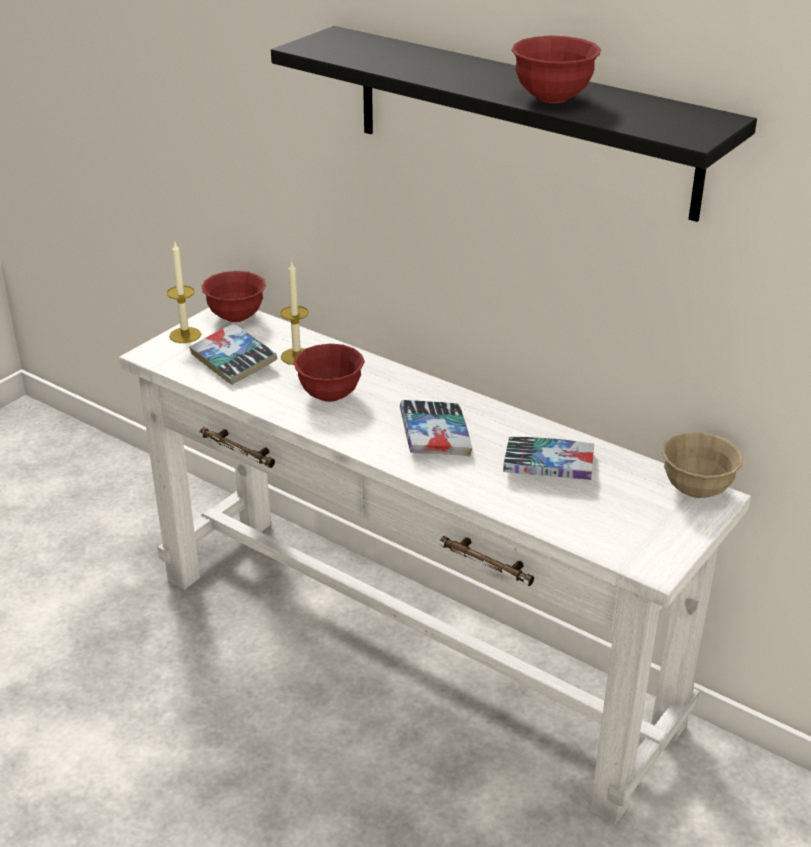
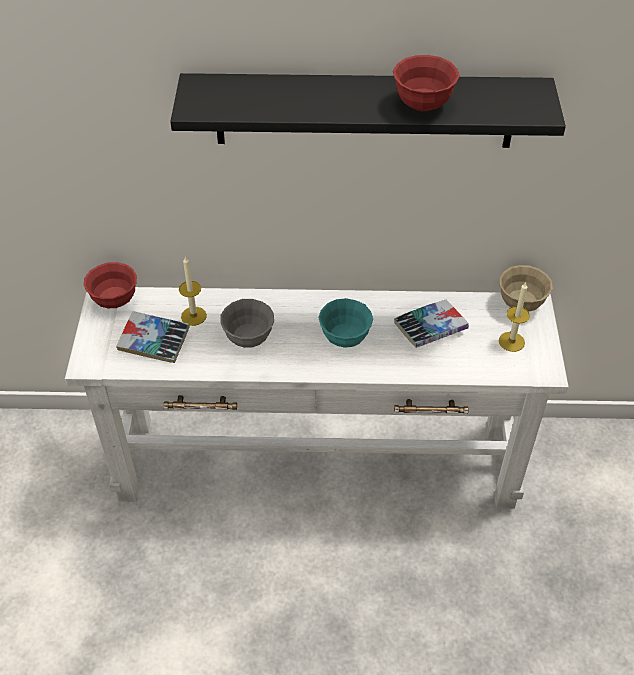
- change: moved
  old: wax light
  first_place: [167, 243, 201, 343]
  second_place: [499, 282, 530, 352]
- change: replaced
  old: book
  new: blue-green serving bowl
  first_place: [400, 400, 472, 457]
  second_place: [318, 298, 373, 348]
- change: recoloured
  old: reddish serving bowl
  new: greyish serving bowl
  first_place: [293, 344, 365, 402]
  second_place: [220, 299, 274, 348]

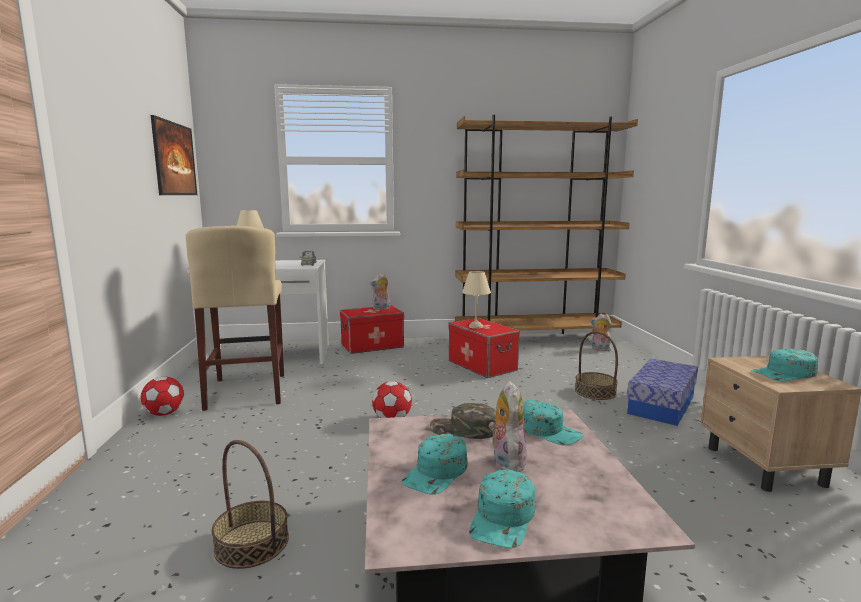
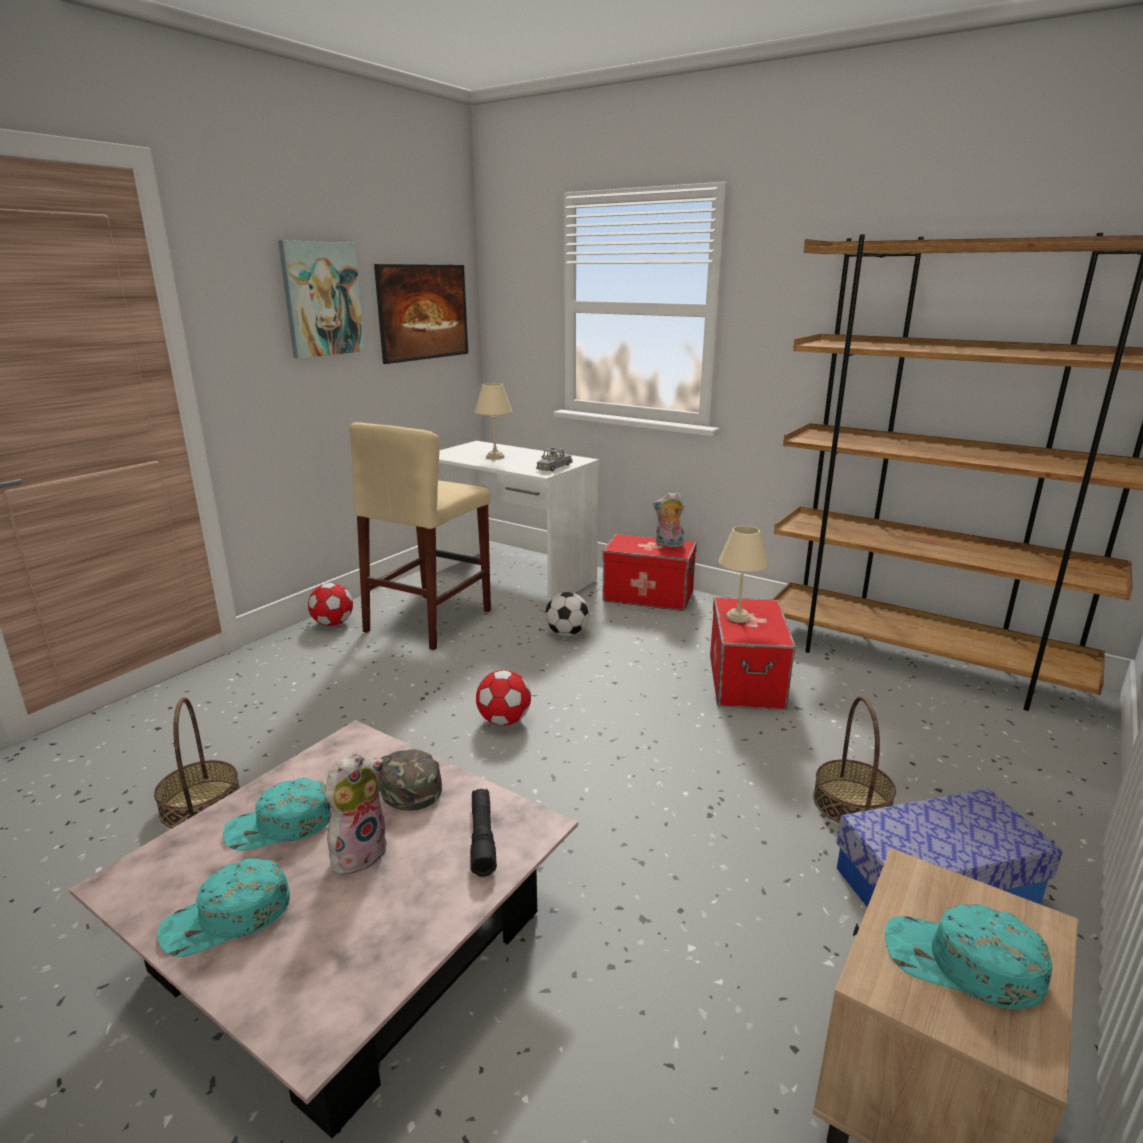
- change: removed
  old: cuddly toy
  first_place: [590, 314, 612, 351]
- change: added
  new: wall art
  second_place: [278, 240, 365, 358]
- change: added
  new: football ball
  second_place: [545, 592, 589, 636]
- change: replaced
  old: blue-green baseball cap
  new: black-coloured torch
  first_place: [523, 400, 584, 445]
  second_place: [470, 789, 497, 877]

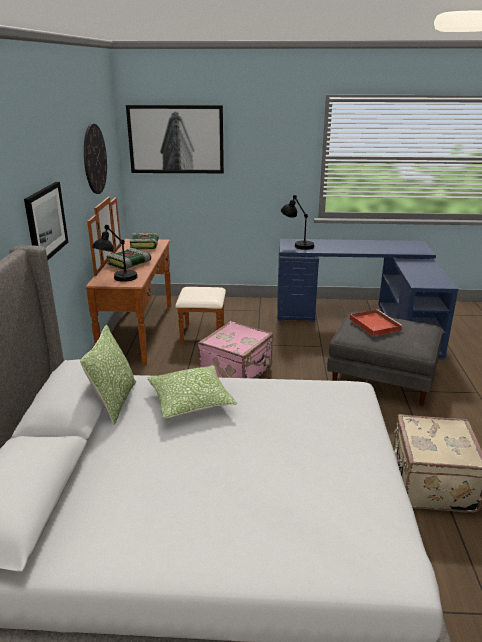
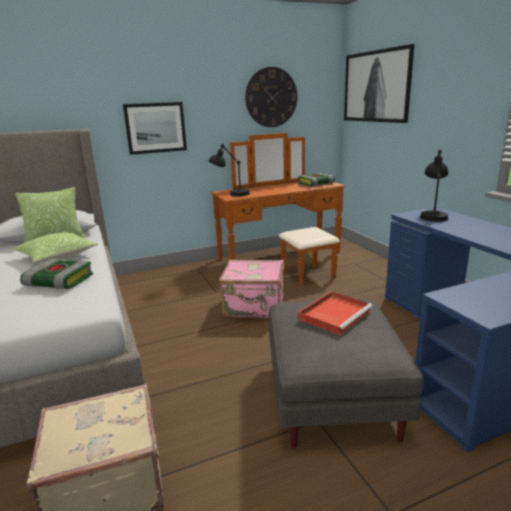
- change: moved
  old: book
  first_place: [107, 248, 151, 269]
  second_place: [20, 259, 93, 289]

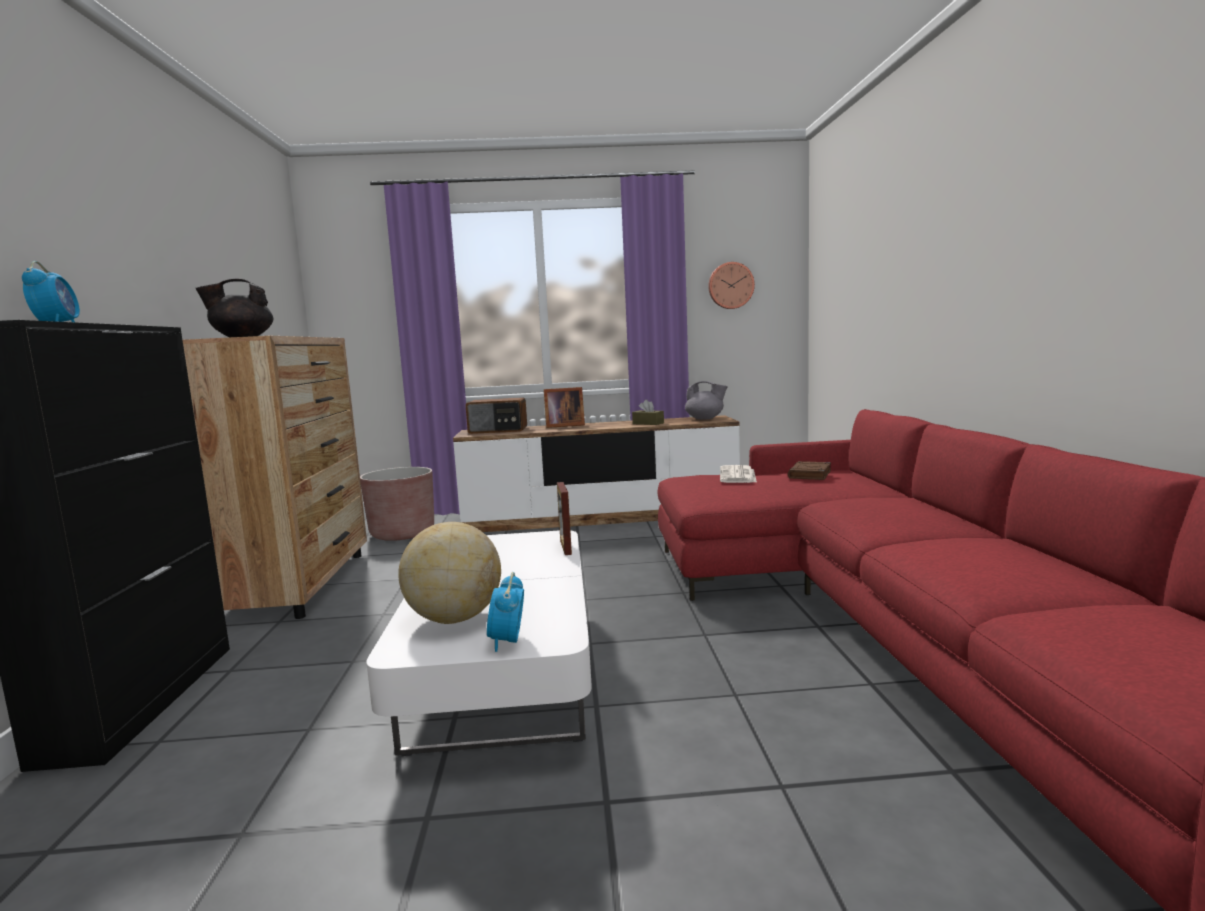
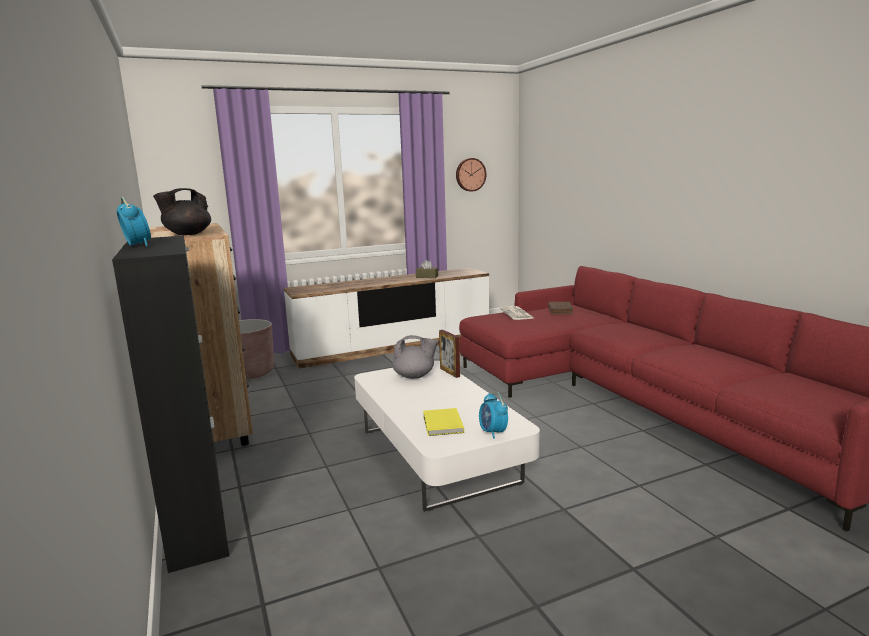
- change: removed
  old: radio
  first_place: [465, 397, 527, 434]
- change: removed
  old: photo frame
  first_place: [544, 387, 585, 428]
- change: moved
  old: greyish pot for tea
  first_place: [685, 381, 728, 419]
  second_place: [392, 335, 438, 379]
- change: replaced
  old: globe
  new: yellow book
  first_place: [398, 522, 501, 624]
  second_place: [423, 408, 464, 436]

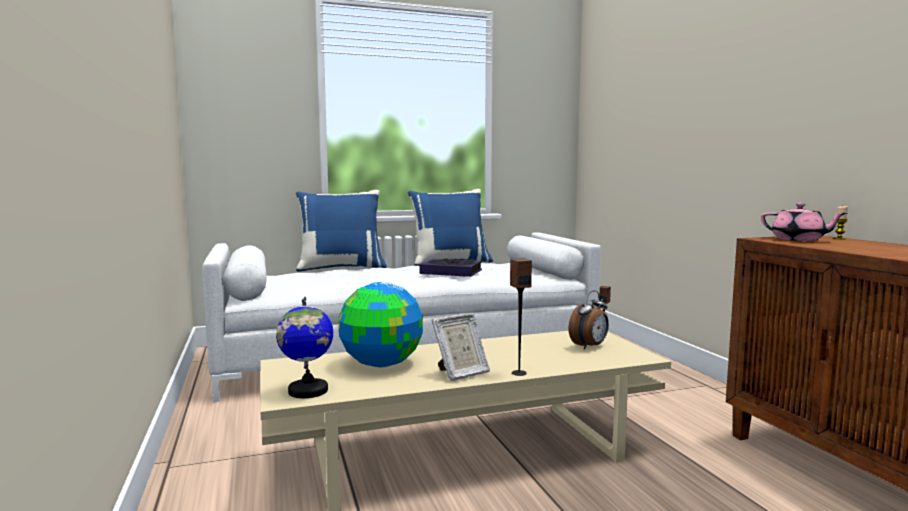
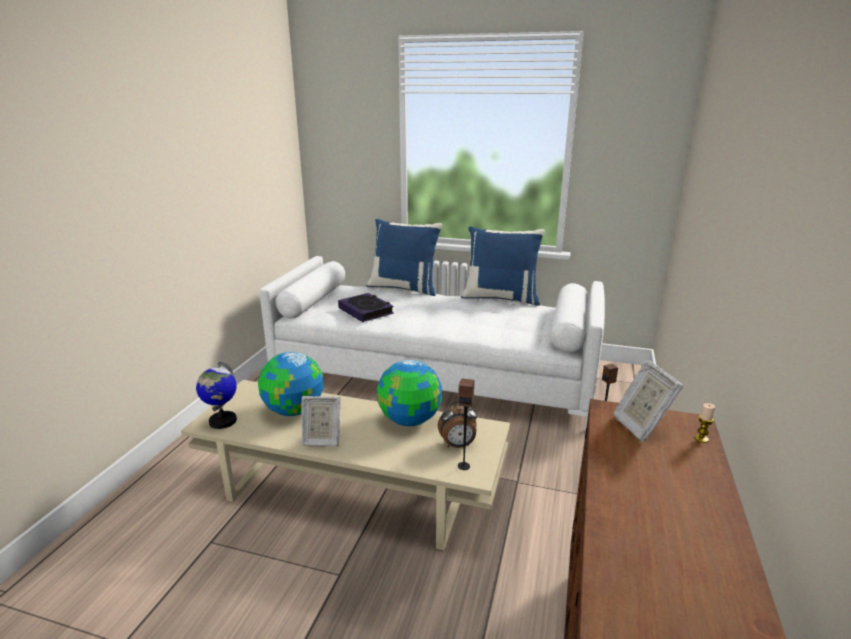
- change: added
  new: globe
  second_place: [377, 360, 442, 426]
- change: moved
  old: book
  first_place: [419, 258, 482, 277]
  second_place: [338, 293, 394, 322]
- change: moved
  old: audio speaker
  first_place: [510, 258, 532, 376]
  second_place: [458, 378, 474, 470]
- change: replaced
  old: pink-coloured pot for tea
  new: photo frame
  first_place: [761, 203, 847, 241]
  second_place: [613, 360, 684, 442]

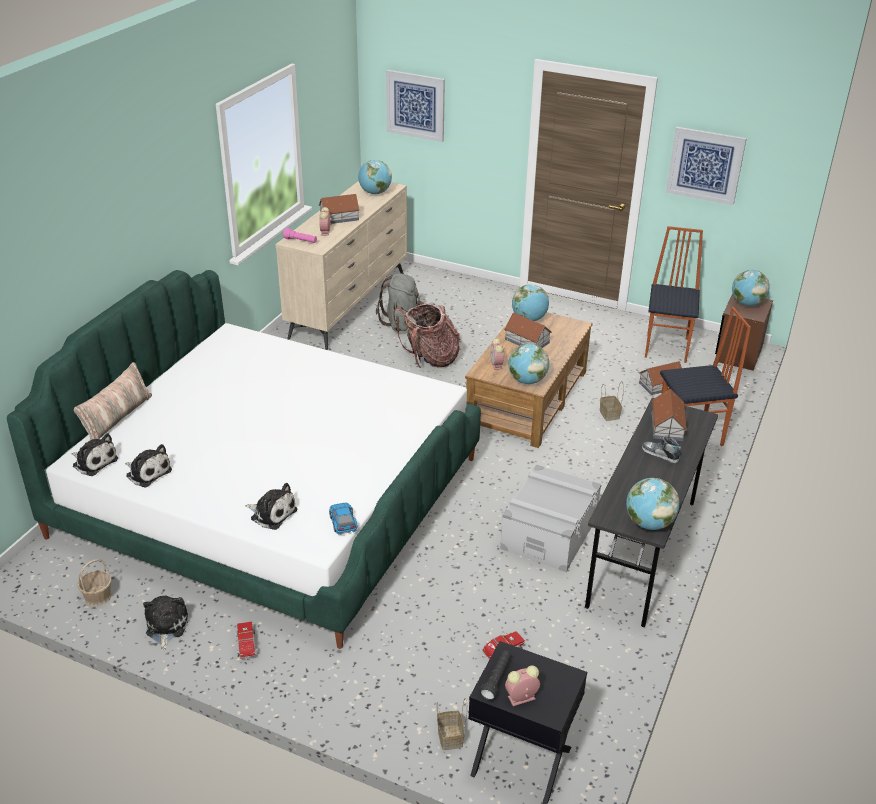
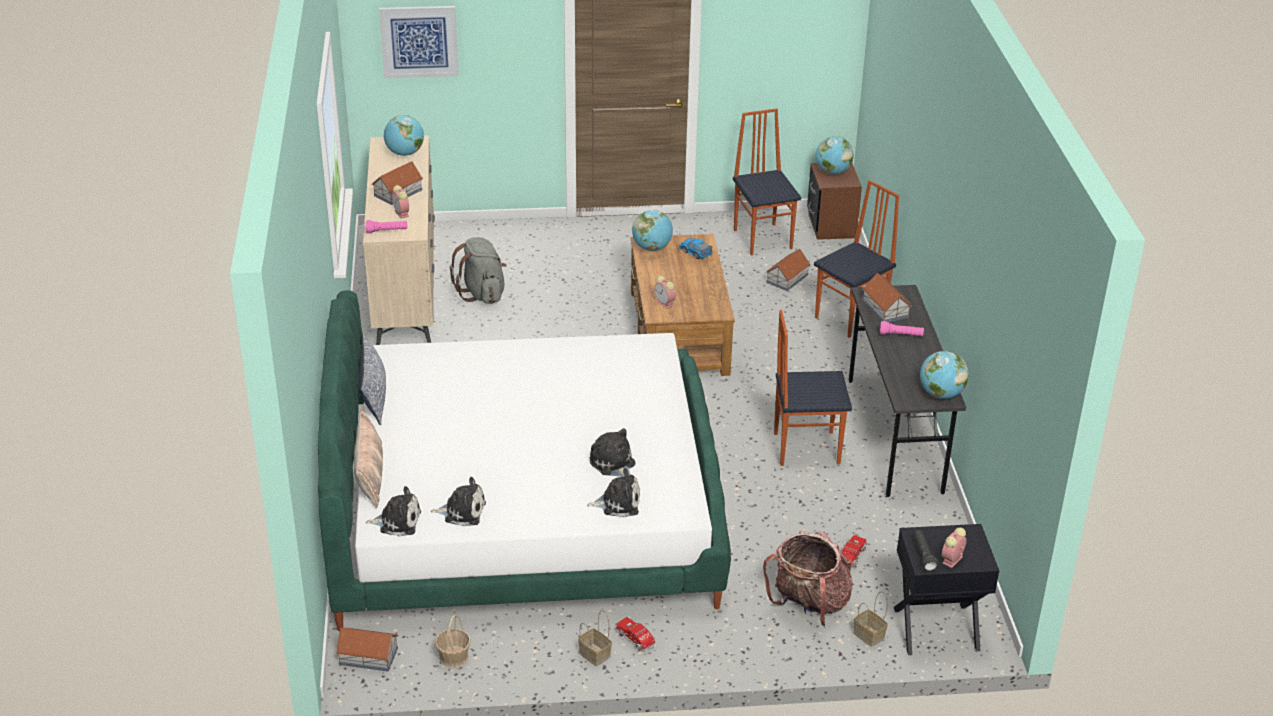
- change: removed
  old: globe
  first_place: [509, 343, 549, 384]
- change: removed
  old: wall art
  first_place: [666, 127, 747, 205]
- change: added
  new: pillow
  second_place: [359, 333, 386, 425]
- change: moved
  old: cuddly toy
  first_place: [143, 595, 188, 650]
  second_place: [590, 428, 635, 477]
- change: moved
  old: toy car
  first_place: [329, 503, 357, 535]
  second_place: [679, 238, 713, 259]
- change: moved
  old: knapsack
  first_place: [393, 303, 460, 368]
  second_place: [763, 530, 852, 627]
- change: moved
  old: miniature house
  first_place: [504, 313, 552, 348]
  second_place: [336, 628, 399, 671]
- change: moved
  old: household basket
  first_place: [600, 381, 624, 421]
  second_place: [578, 610, 612, 666]
- change: replaced
  old: greyish storage box
  new: plain chair
  first_place: [500, 464, 601, 572]
  second_place: [774, 310, 852, 466]
- change: replaced
  old: shoe
  new: pink-coloured torch
  first_place: [642, 435, 681, 463]
  second_place: [880, 321, 924, 336]

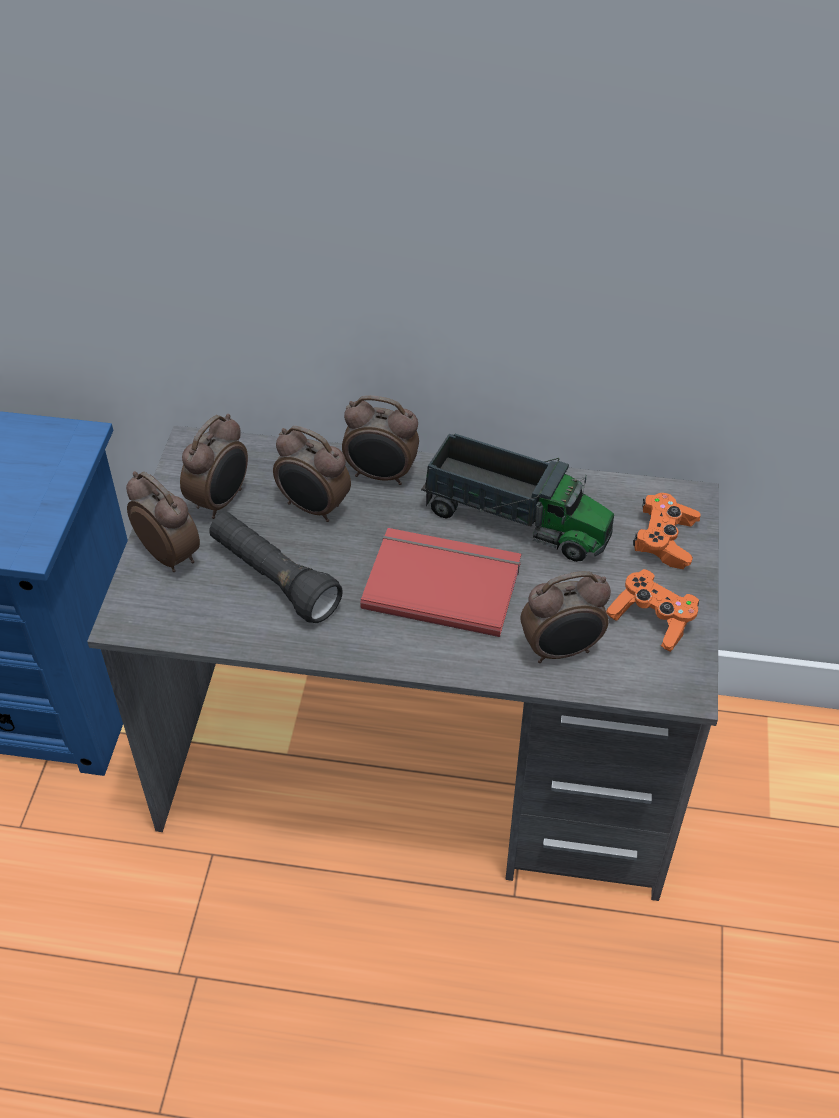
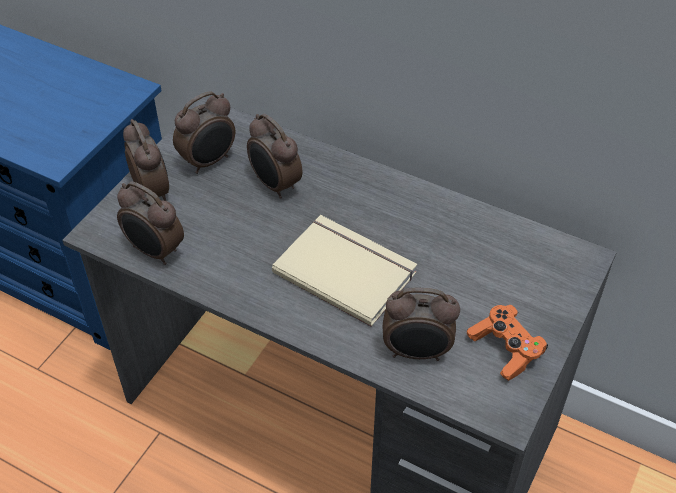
- change: removed
  old: black-coloured torch
  first_place: [209, 512, 343, 623]
- change: removed
  old: toy lorry
  first_place: [421, 434, 614, 562]
- change: removed
  old: orange gamepad
  first_place: [633, 493, 701, 569]
- change: moved
  old: bedside clock
  first_place: [342, 395, 419, 485]
  second_place: [117, 181, 184, 265]
- change: recoloured
  old: reddish book
  new: sand-coloured book
  first_place: [360, 528, 521, 637]
  second_place: [272, 215, 417, 327]

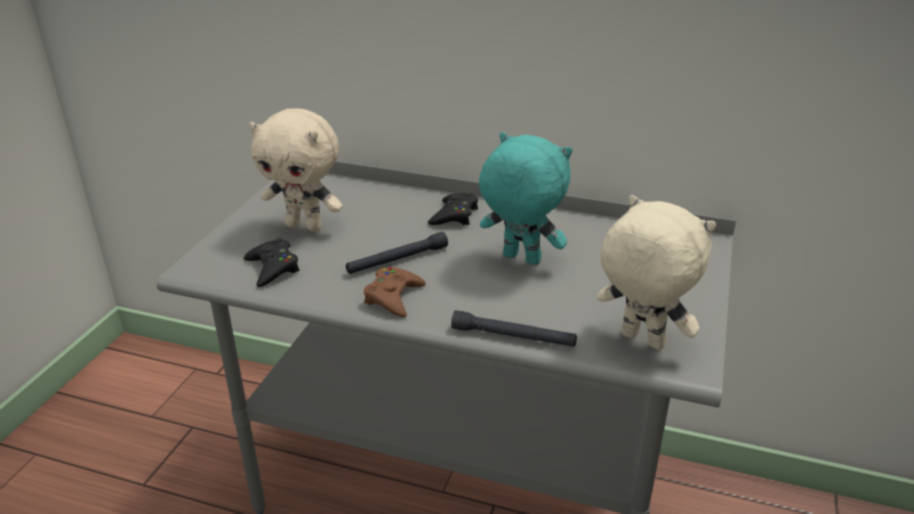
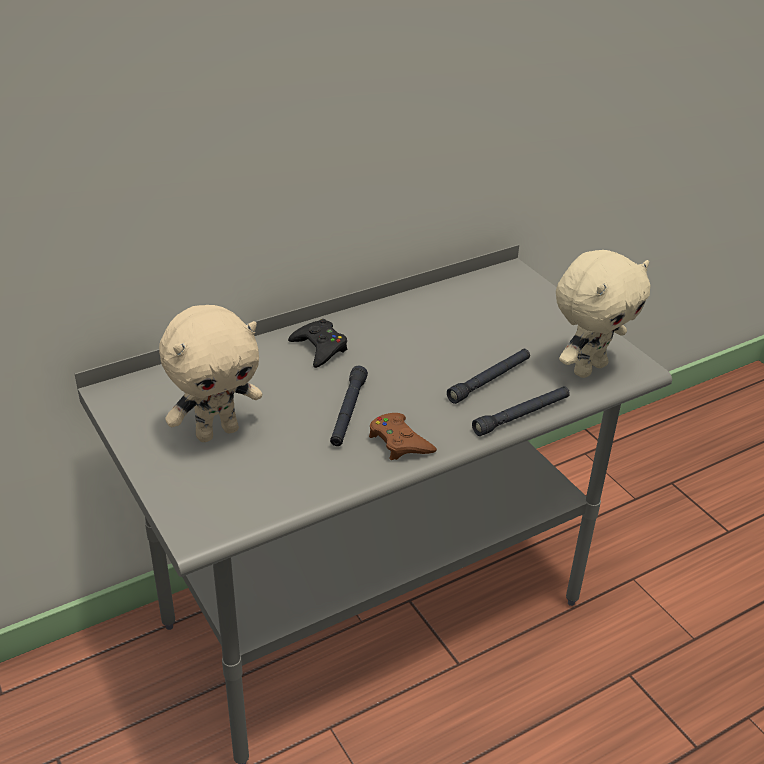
- change: removed
  old: black-coloured gamepad
  first_place: [244, 238, 299, 287]
- change: removed
  old: blue-green cuddly toy
  first_place: [479, 132, 572, 265]
- change: added
  new: black-coloured torch
  second_place: [447, 349, 530, 404]
- change: turned
  old: sand-coloured cuddly toy
  first_place: [597, 195, 716, 350]
  second_place: [556, 250, 650, 378]
  degrees: 150

